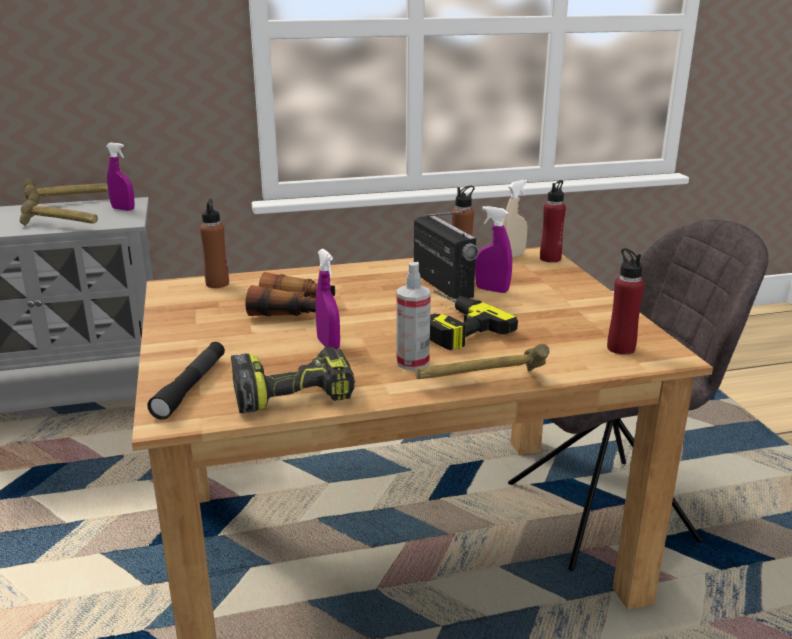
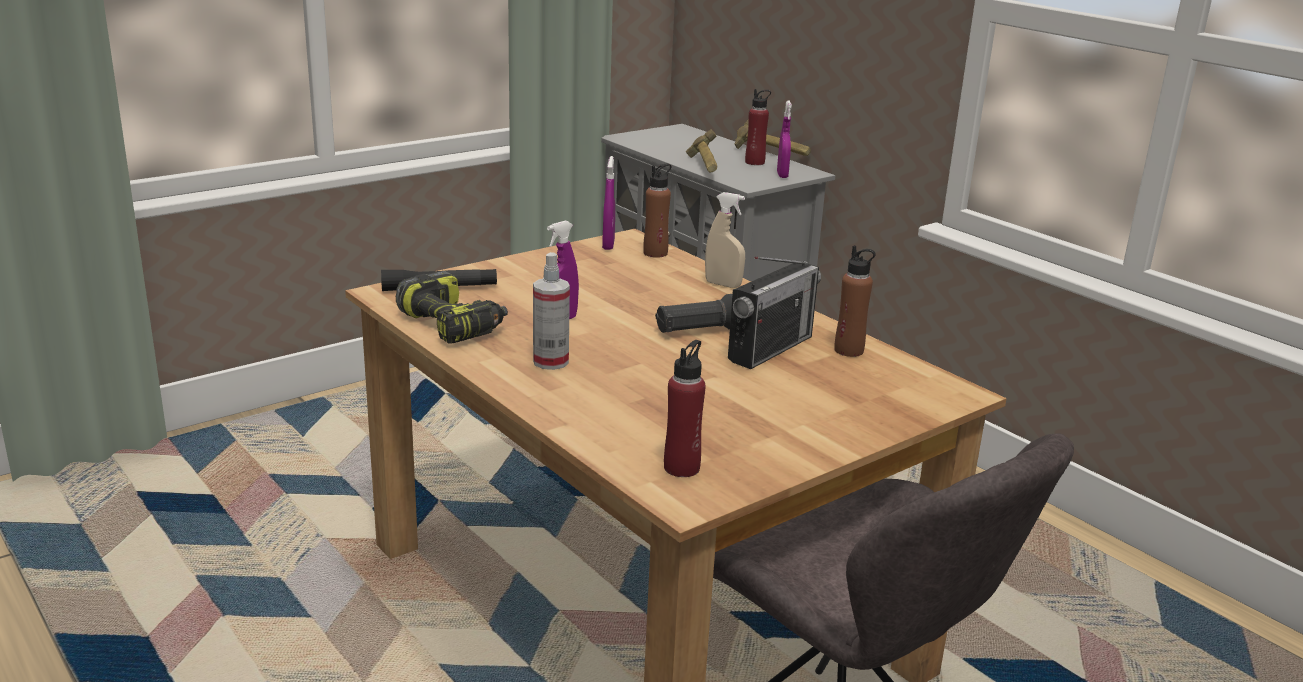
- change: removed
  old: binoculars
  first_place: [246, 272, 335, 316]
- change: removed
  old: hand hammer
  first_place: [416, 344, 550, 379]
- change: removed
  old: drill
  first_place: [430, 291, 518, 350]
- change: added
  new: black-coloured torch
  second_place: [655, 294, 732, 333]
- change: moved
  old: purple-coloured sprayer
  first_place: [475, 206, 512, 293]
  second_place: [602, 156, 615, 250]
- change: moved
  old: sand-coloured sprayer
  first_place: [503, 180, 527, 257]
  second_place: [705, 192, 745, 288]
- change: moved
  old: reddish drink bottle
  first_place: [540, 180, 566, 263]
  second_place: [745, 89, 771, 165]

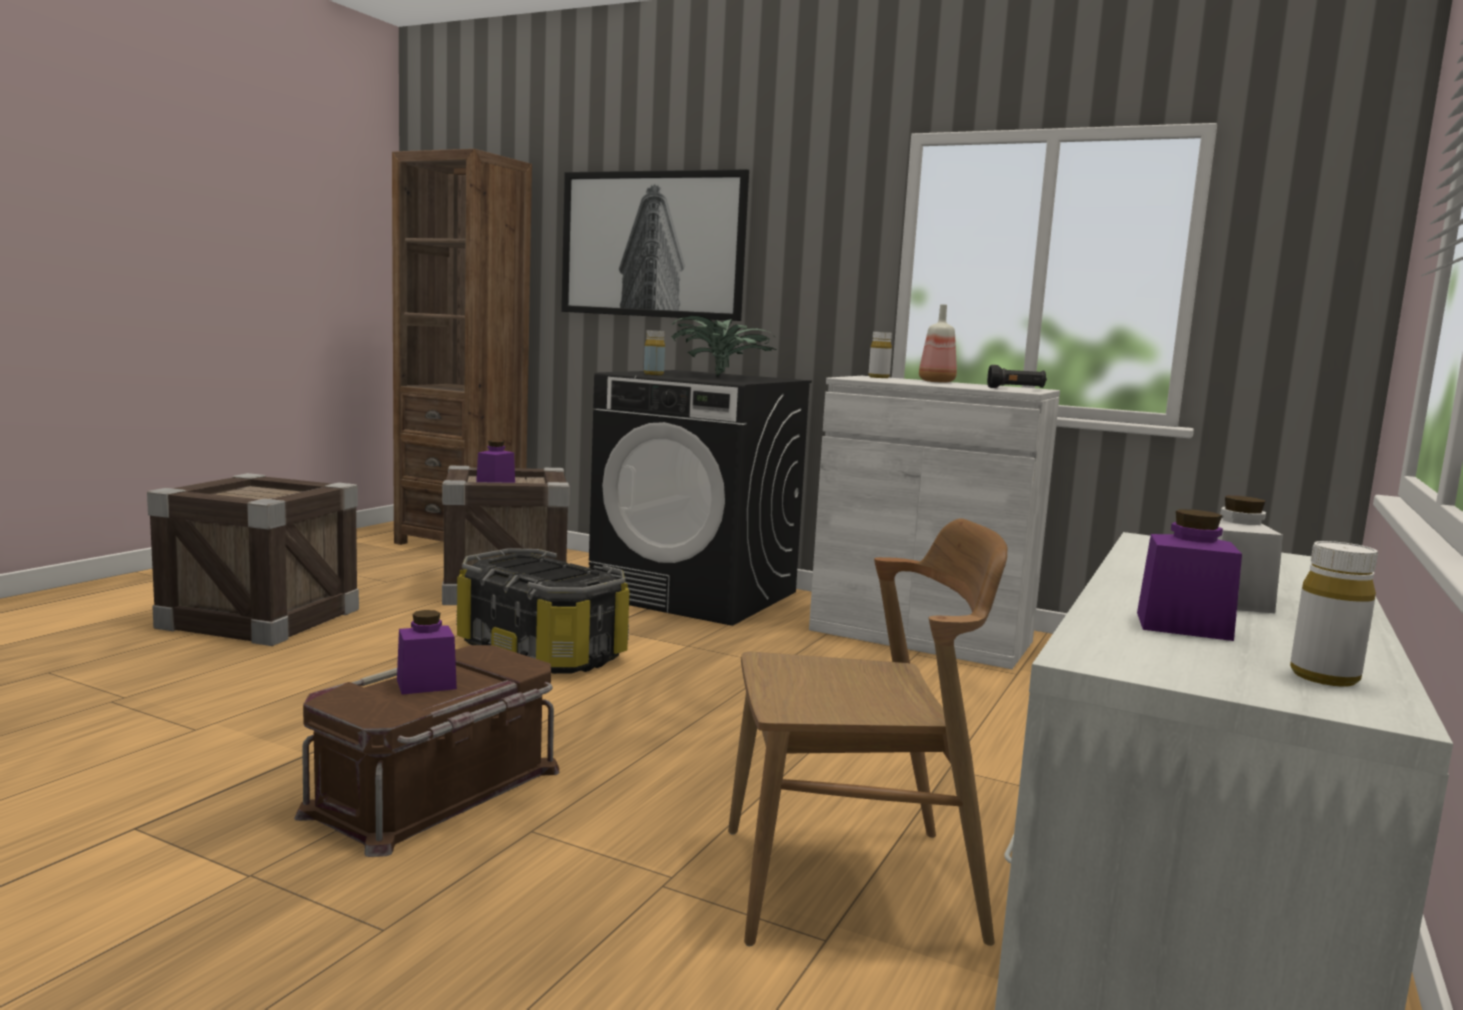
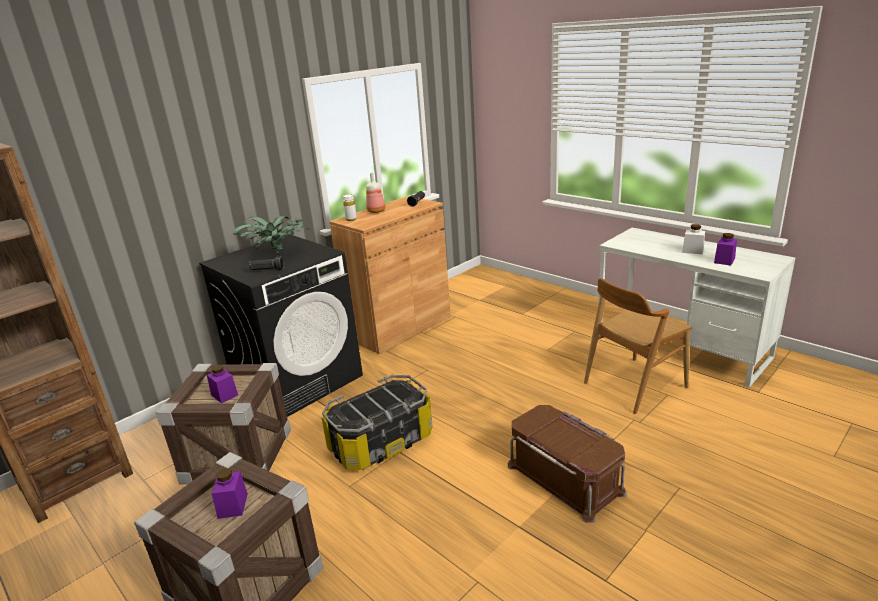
- change: removed
  old: wall art
  first_place: [561, 169, 749, 321]
- change: removed
  old: white drink bottle
  first_place: [1290, 541, 1378, 687]
- change: moved
  old: purple-coloured jar
  first_place: [397, 610, 457, 695]
  second_place: [212, 468, 248, 519]
- change: replaced
  old: yellow drink bottle
  new: black-coloured torch
  first_place: [644, 330, 665, 375]
  second_place: [249, 256, 284, 271]
- change: recoloured
  old: white cupboard
  new: brown-coloured cupboard
  first_place: [809, 376, 1060, 669]
  second_place: [330, 196, 450, 354]
- change: turned
  old: brown-coloured plain chair
  first_place: [728, 518, 1007, 946]
  second_place: [584, 278, 692, 414]
  degrees: -135

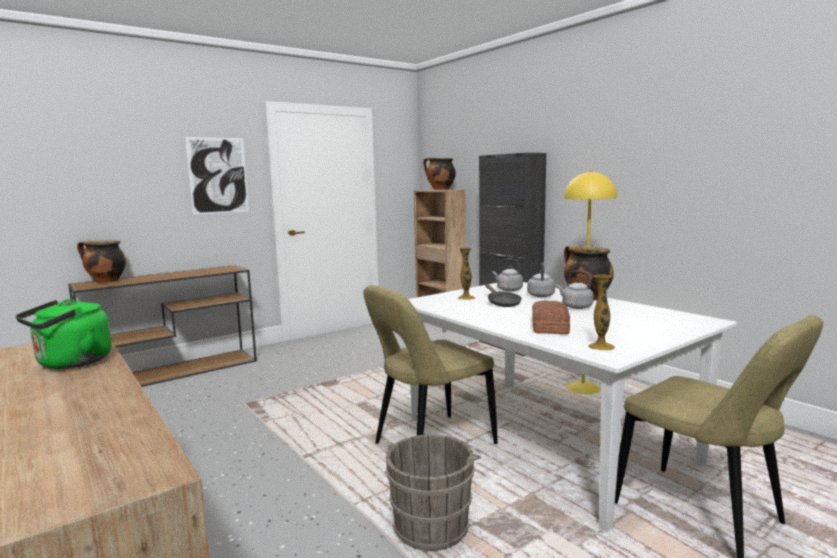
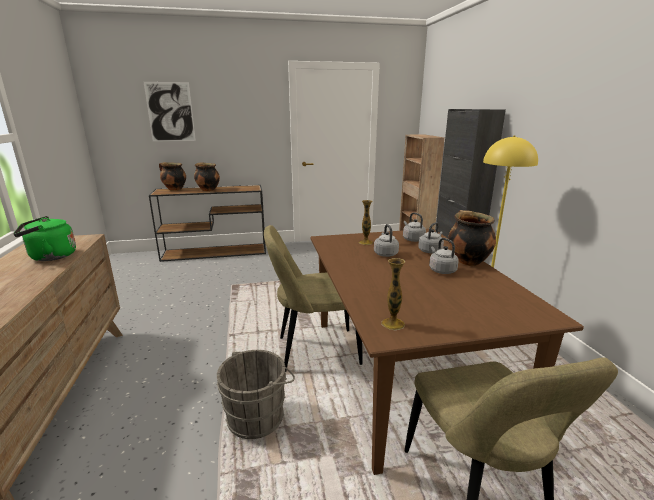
- change: removed
  old: bread
  first_place: [532, 300, 570, 334]
- change: moved
  old: wall art
  first_place: [185, 137, 249, 215]
  second_place: [144, 82, 196, 142]
- change: moved
  old: stockpot
  first_place: [423, 158, 456, 190]
  second_place: [194, 162, 220, 192]
- change: replaced
  old: black-coloured pan
  new: greyish water kettle
  first_place: [485, 284, 522, 307]
  second_place: [374, 224, 399, 257]
- change: recoloured
  old: white dinner table
  new: brown-coloured dinner table
  first_place: [408, 282, 737, 532]
  second_place: [311, 229, 584, 475]

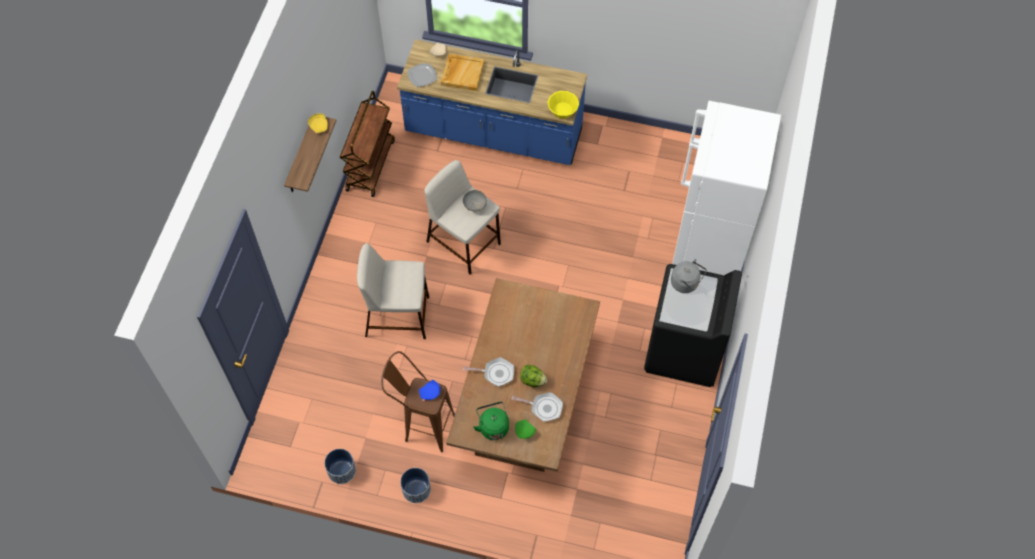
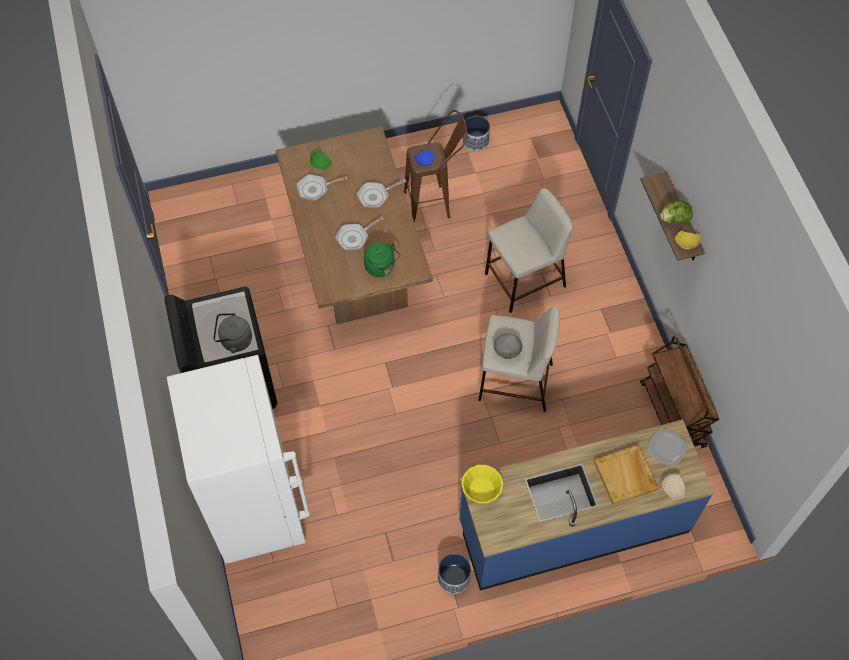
- change: added
  new: pan
  second_place: [335, 216, 384, 251]
- change: moved
  old: planter
  first_place: [400, 468, 431, 503]
  second_place: [438, 554, 471, 594]
- change: moved
  old: green water kettle
  first_place: [473, 402, 509, 440]
  second_place: [364, 242, 400, 277]
- change: moved
  old: lettuce
  first_place: [520, 365, 547, 387]
  second_place: [660, 201, 693, 224]

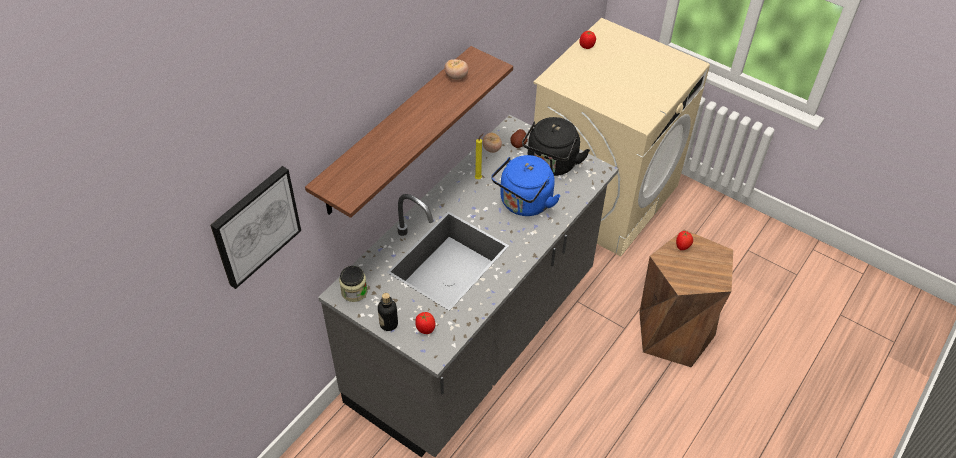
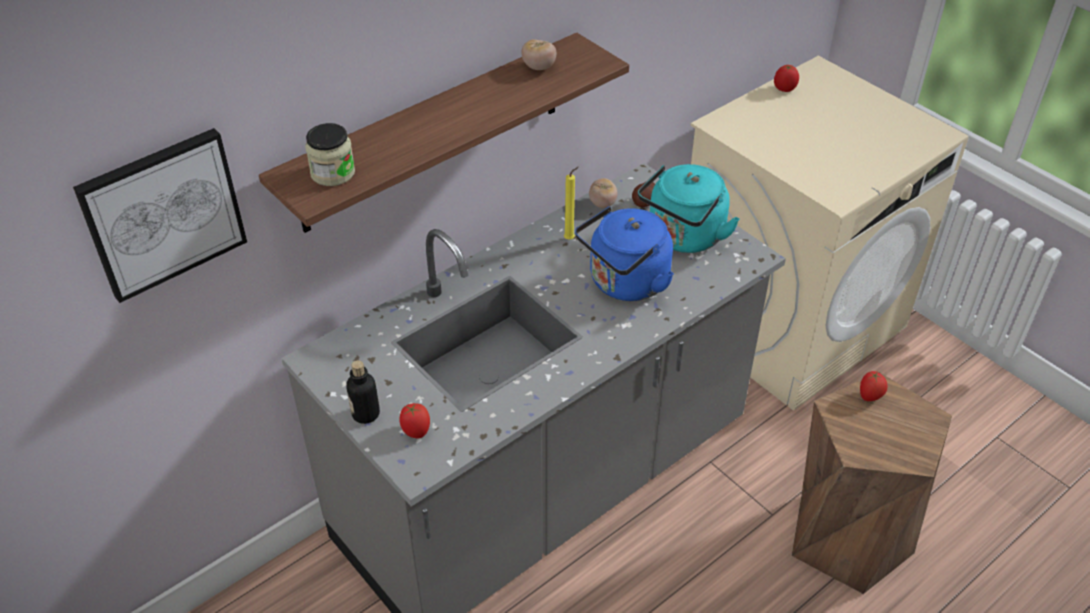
- change: moved
  old: jar
  first_place: [339, 266, 367, 302]
  second_place: [305, 123, 355, 186]
- change: recoloured
  old: black-coloured water kettle
  new: blue-green water kettle
  first_place: [522, 117, 590, 176]
  second_place: [638, 164, 740, 253]

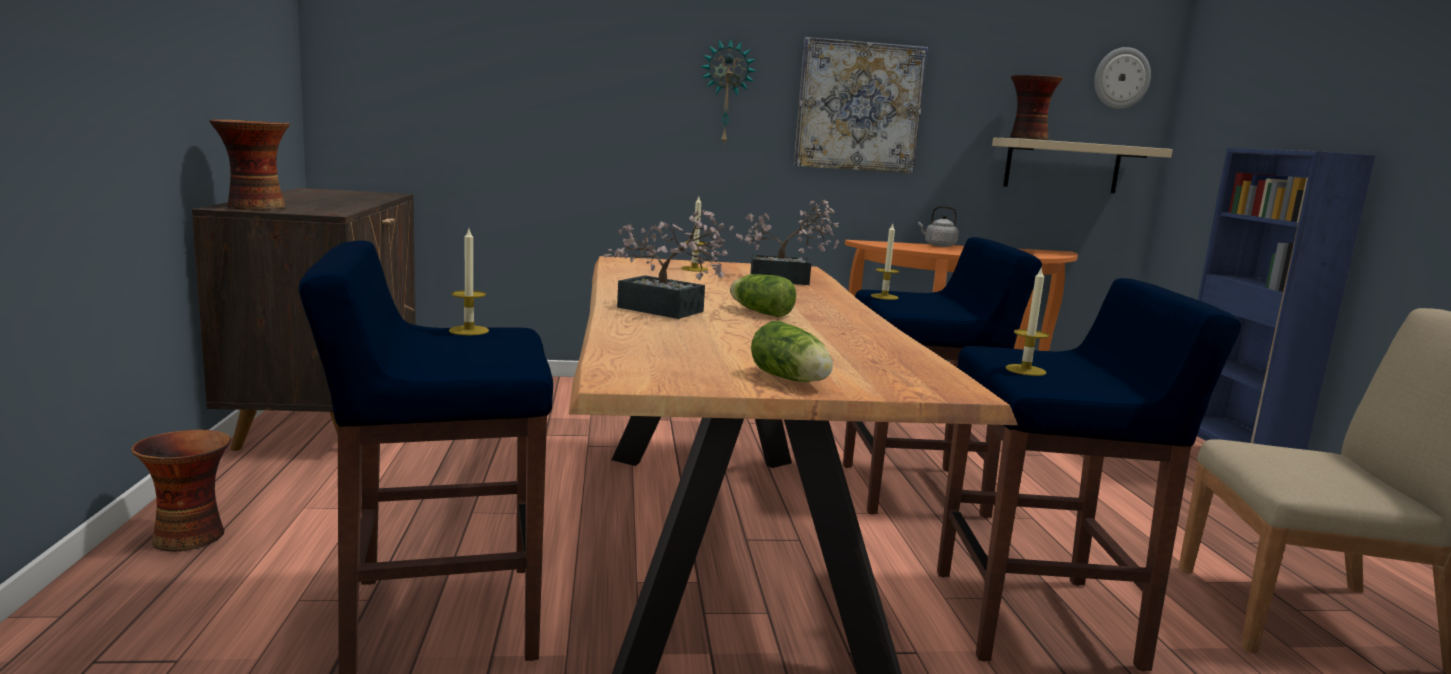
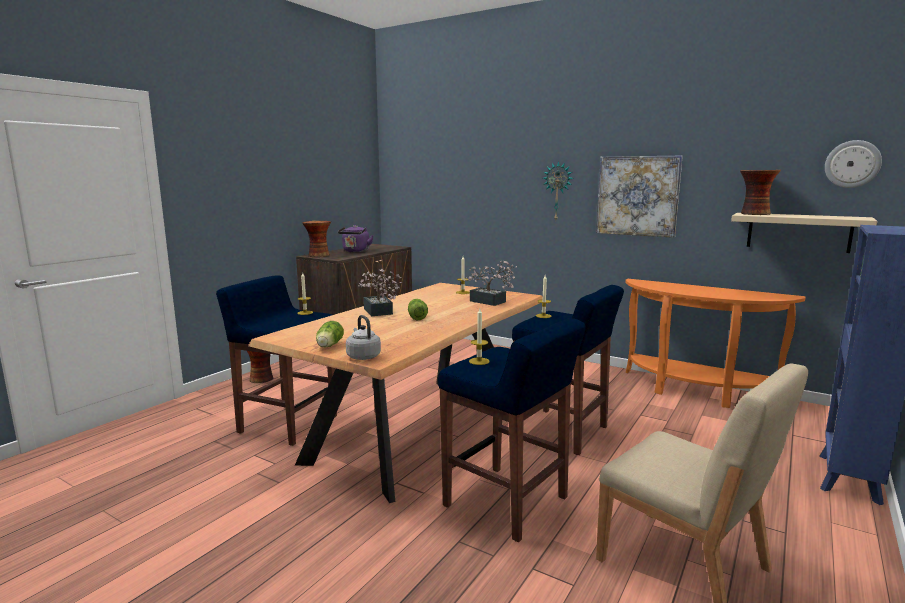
- change: added
  new: purple-coloured water kettle
  second_place: [338, 225, 374, 252]
- change: moved
  old: greyish water kettle
  first_place: [918, 206, 959, 247]
  second_place: [346, 315, 381, 360]

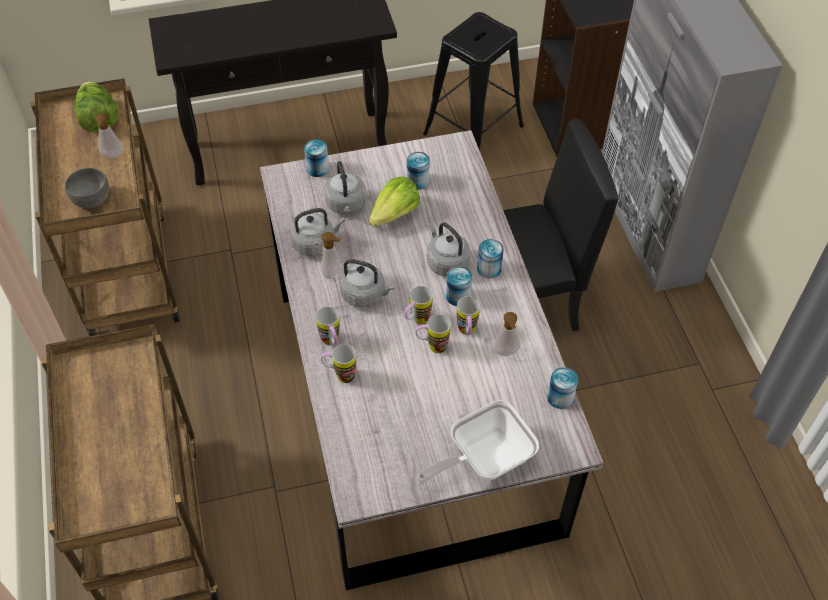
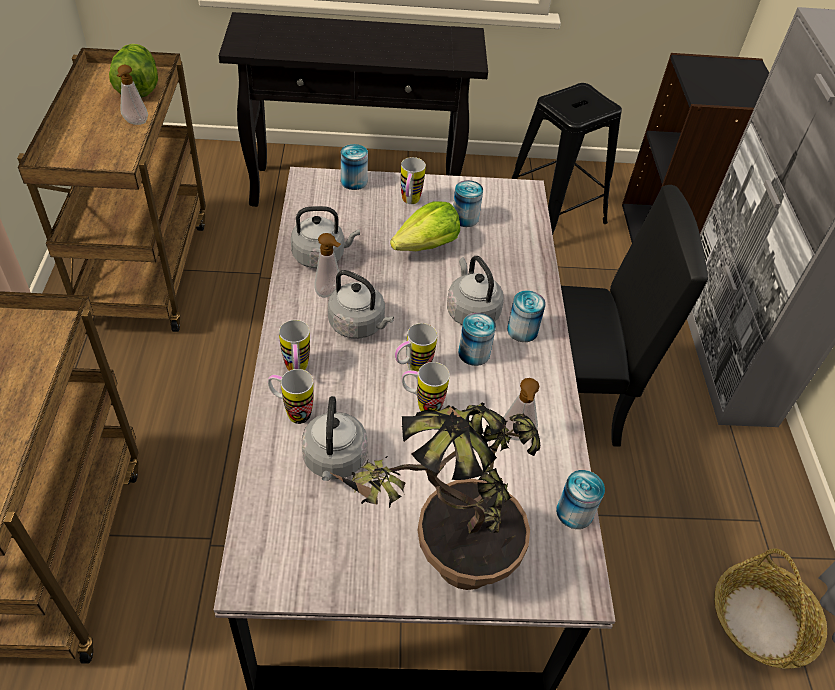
- change: removed
  old: greyish serving bowl
  first_place: [65, 168, 109, 208]
- change: added
  new: household basket
  second_place: [714, 549, 827, 669]
- change: moved
  old: greyish water kettle
  first_place: [324, 161, 366, 214]
  second_place: [302, 396, 368, 481]
- change: moved
  old: coffee mug
  first_place: [457, 296, 480, 335]
  second_place: [401, 157, 426, 204]
- change: replaced
  old: pan
  new: potted plant
  first_place: [416, 400, 539, 484]
  second_place: [329, 403, 540, 590]

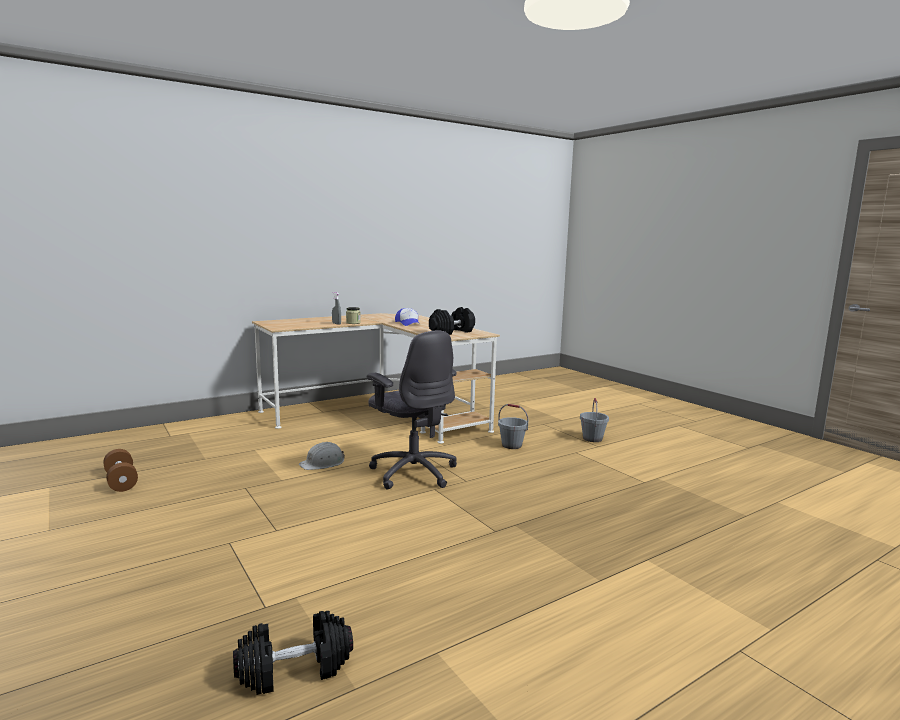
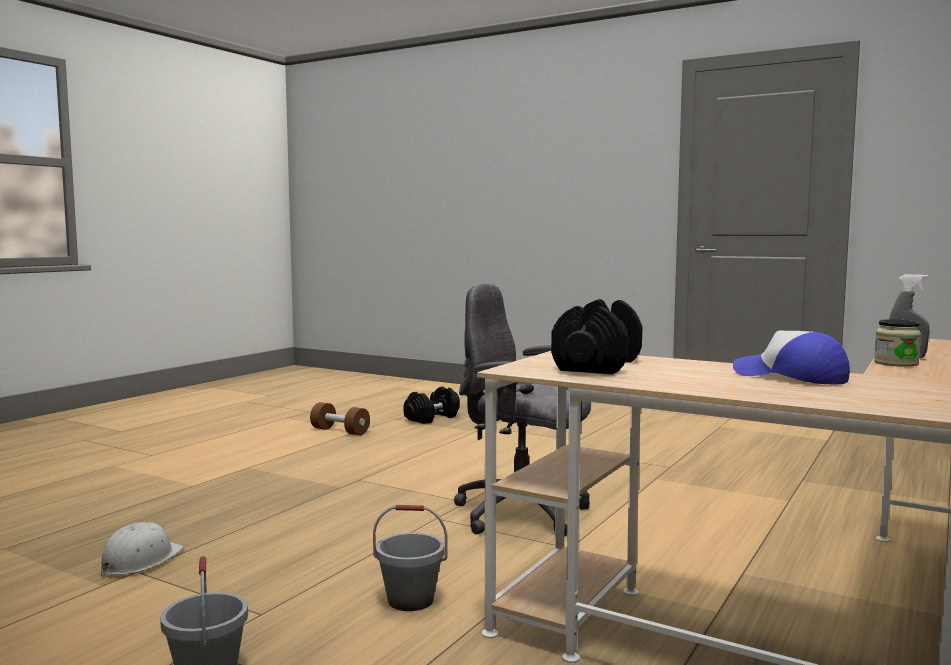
- change: moved
  old: brown-coloured hand weight
  first_place: [103, 449, 138, 492]
  second_place: [310, 402, 370, 435]
- change: moved
  old: white hard hat
  first_place: [299, 442, 345, 470]
  second_place: [99, 522, 184, 576]

